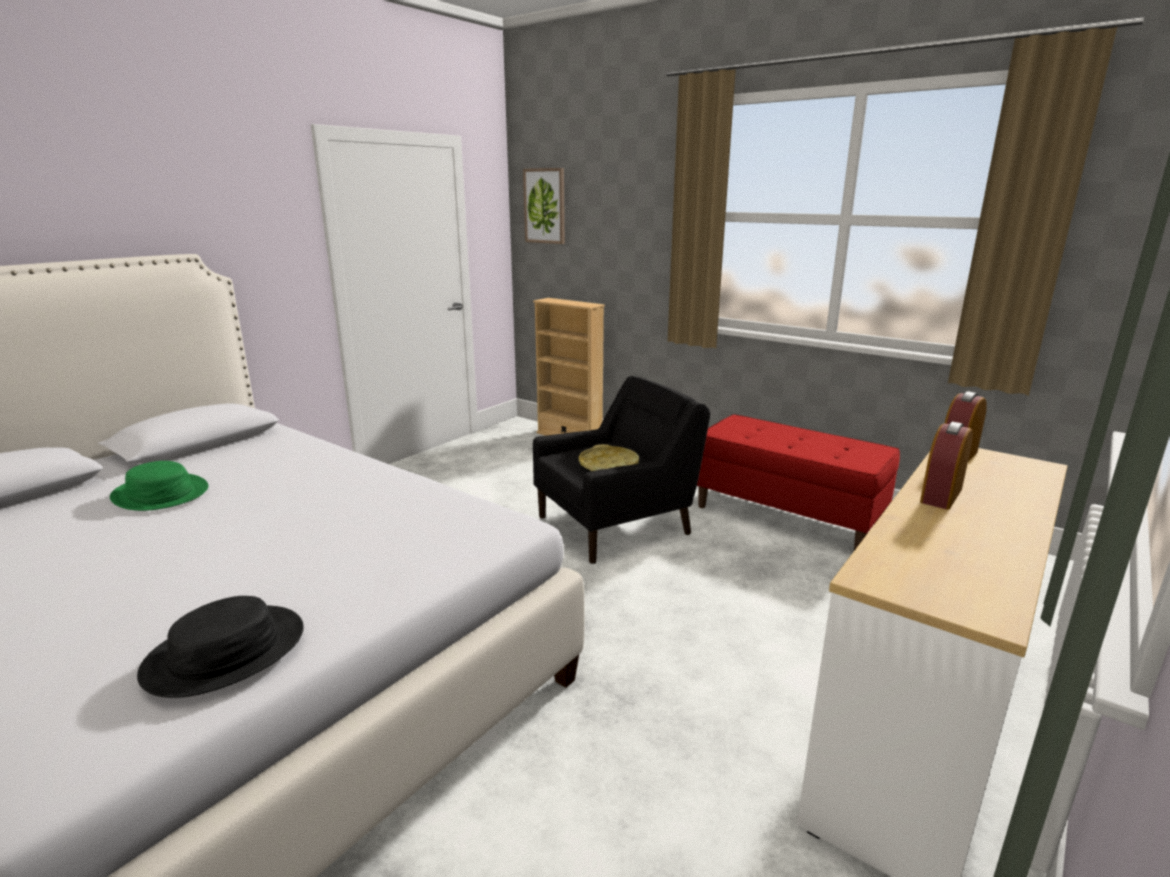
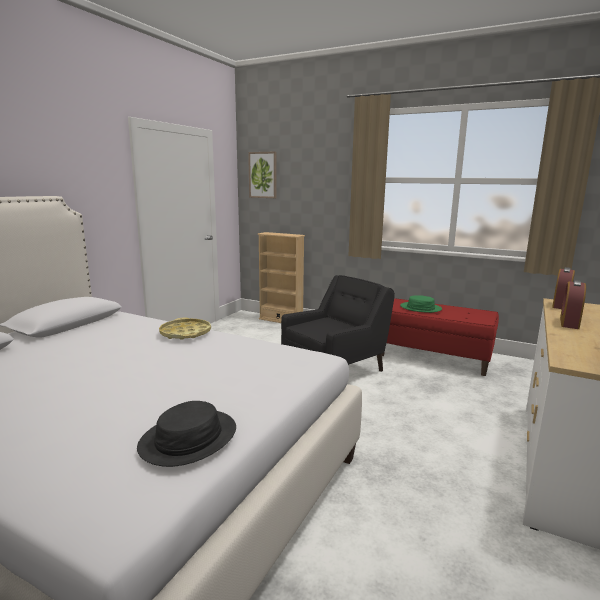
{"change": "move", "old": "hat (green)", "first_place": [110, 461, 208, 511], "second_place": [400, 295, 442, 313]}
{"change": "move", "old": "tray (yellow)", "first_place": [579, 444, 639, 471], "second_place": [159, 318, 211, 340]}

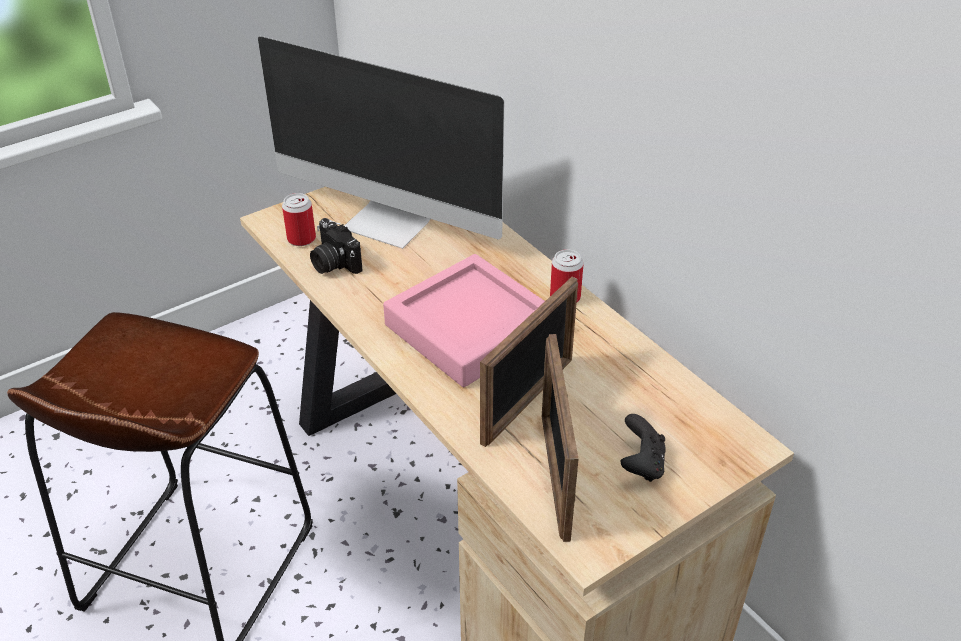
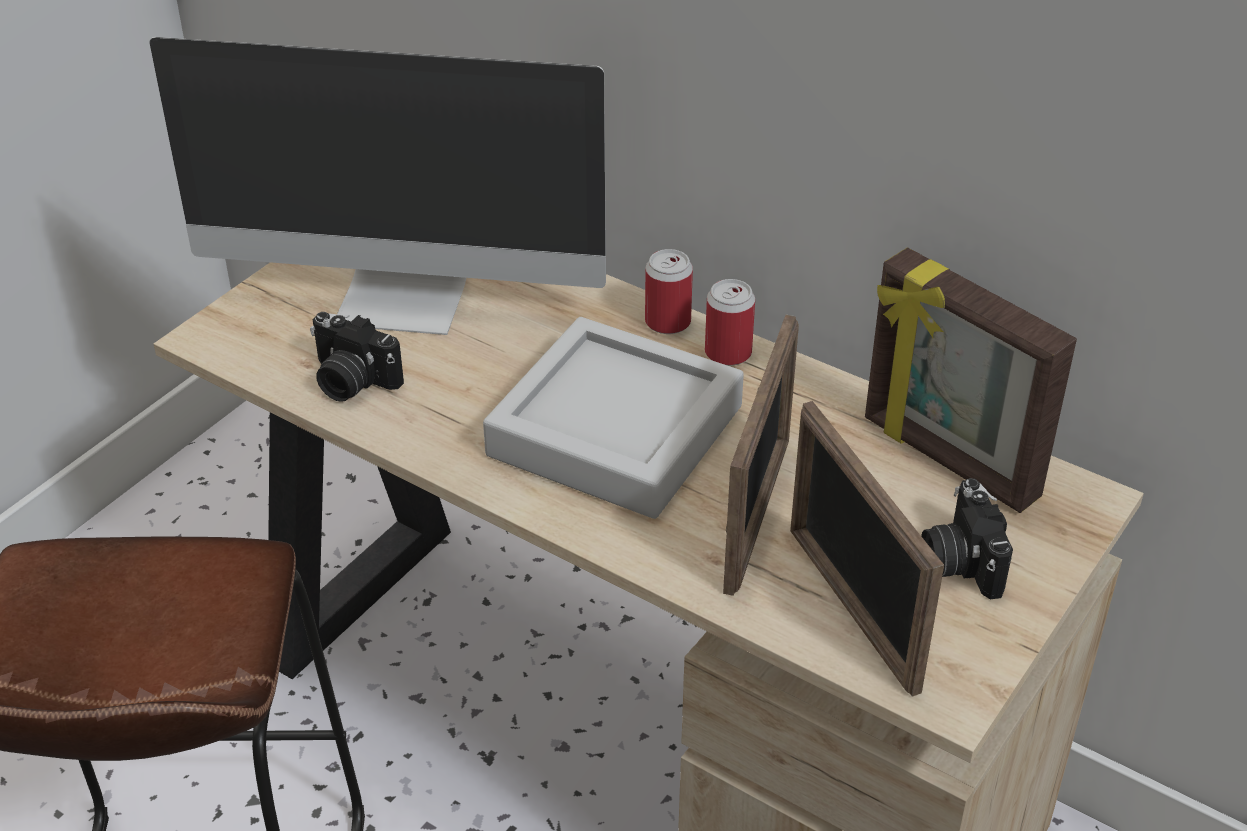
{"change": "insert", "new": "picture frame", "second_place": [865, 248, 1077, 513]}
{"change": "move", "old": "can", "first_place": [282, 193, 316, 246], "second_place": [645, 249, 693, 334]}
{"change": "replace", "old": "game controller (black)", "new": "photo camera", "first_place": [621, 414, 666, 482], "second_place": [921, 478, 1013, 599]}
{"change": "recolor", "old": "tray (pink)", "new": "tray (grey)", "first_place": [383, 254, 545, 387], "second_place": [483, 317, 744, 519]}

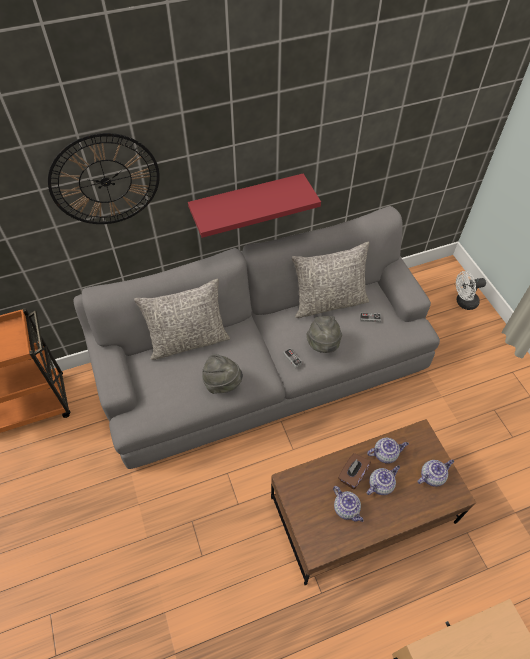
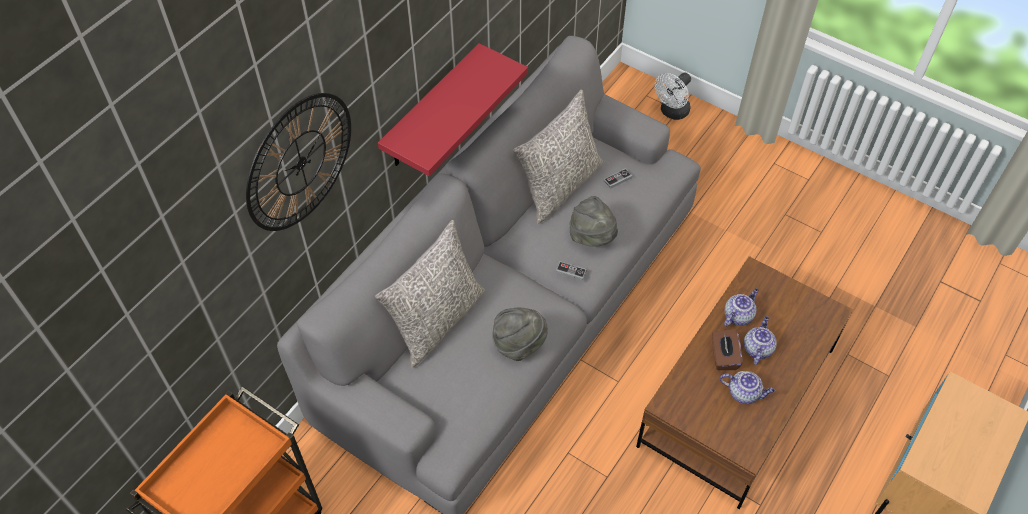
{"change": "delete", "old": "teapot", "first_place": [417, 459, 454, 487]}

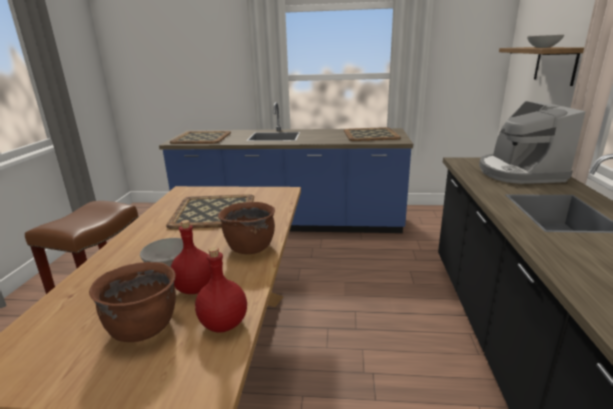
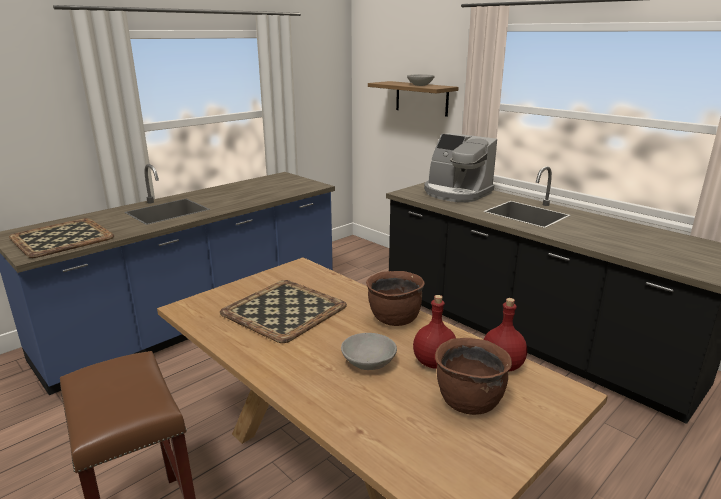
{"change": "delete", "old": "tray", "first_place": [344, 127, 401, 141]}

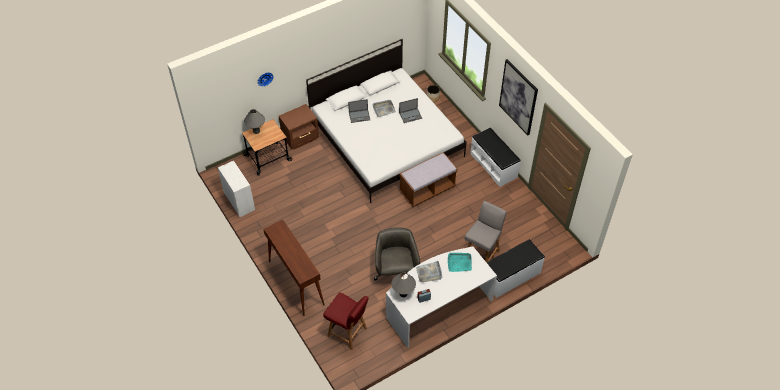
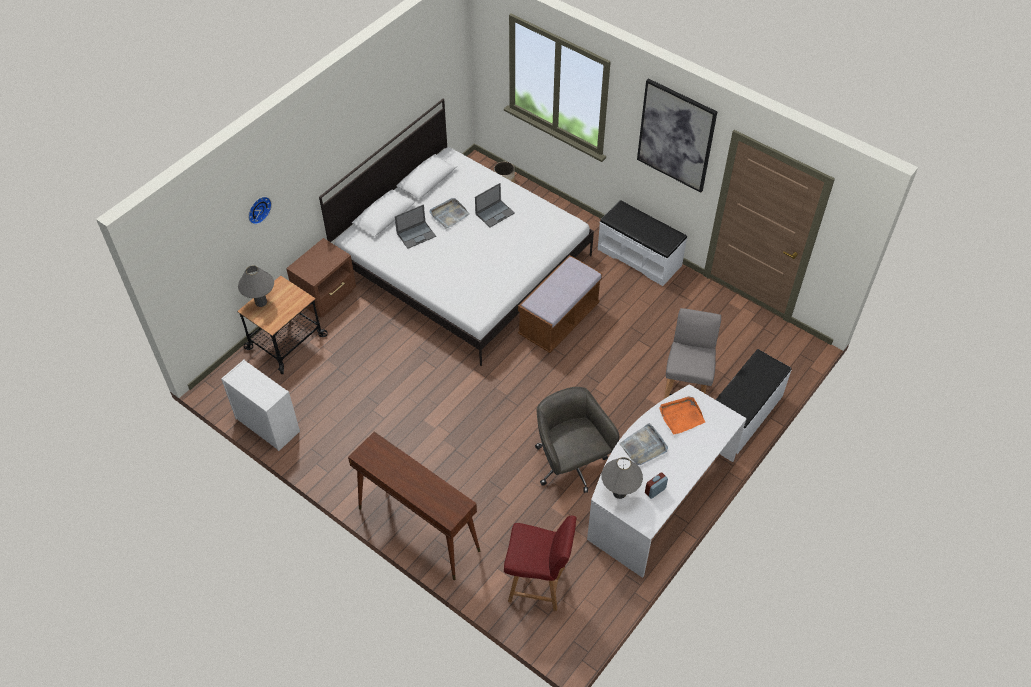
{"change": "recolor", "old": "tray (turquoise)", "new": "tray (orange)", "first_place": [448, 253, 472, 272], "second_place": [659, 396, 705, 435]}

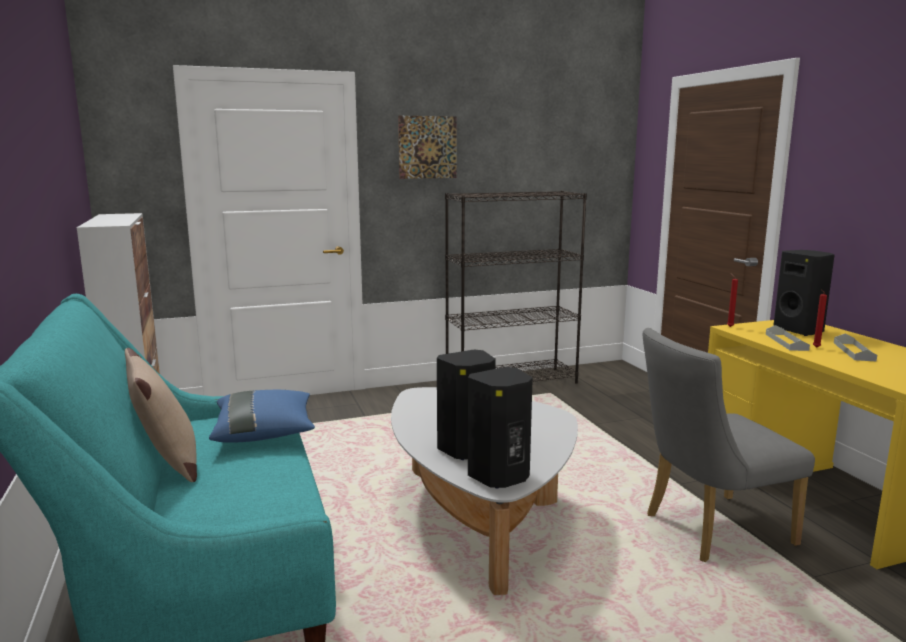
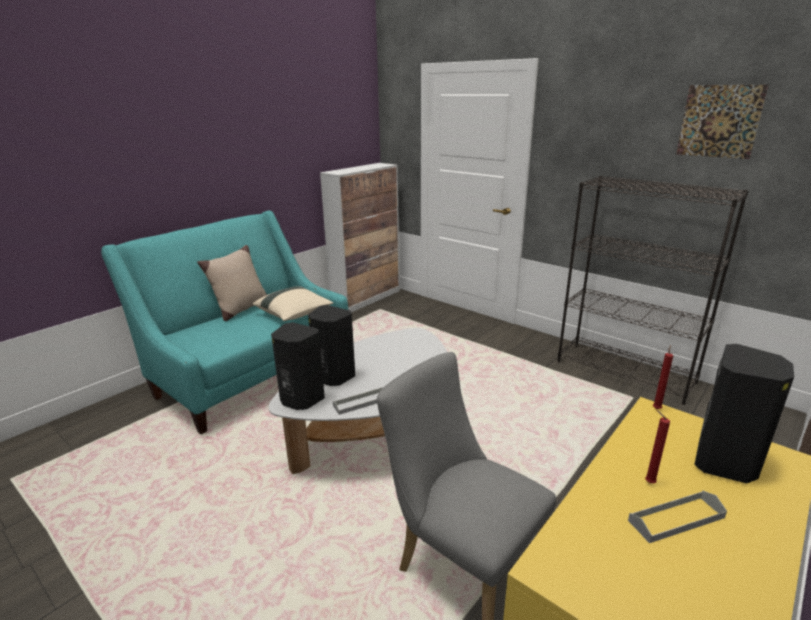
{"change": "move", "old": "picture", "first_place": [398, 116, 457, 179], "second_place": [676, 85, 768, 159]}
{"change": "move", "old": "tray (grey)", "first_place": [766, 325, 810, 351], "second_place": [333, 387, 383, 415]}
{"change": "recolor", "old": "pillow (blue)", "new": "pillow (beige)", "first_place": [209, 390, 315, 443], "second_place": [252, 286, 333, 321]}

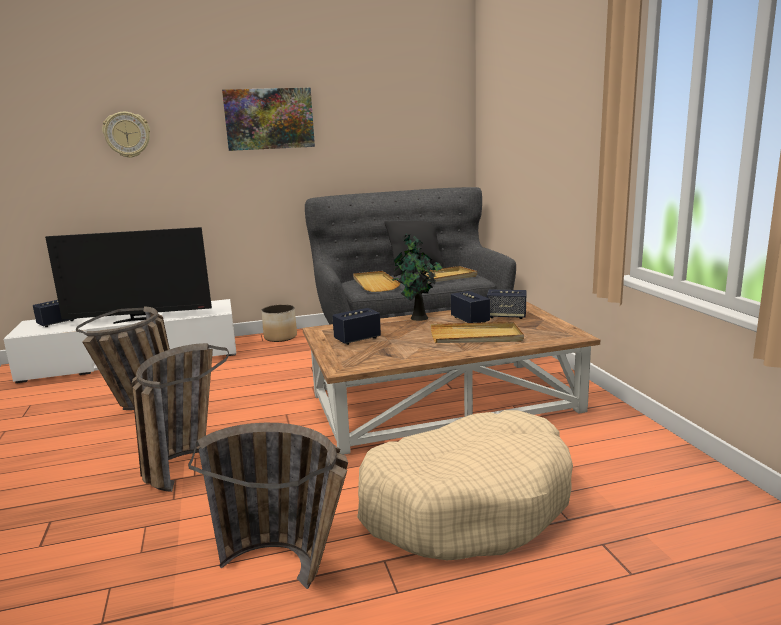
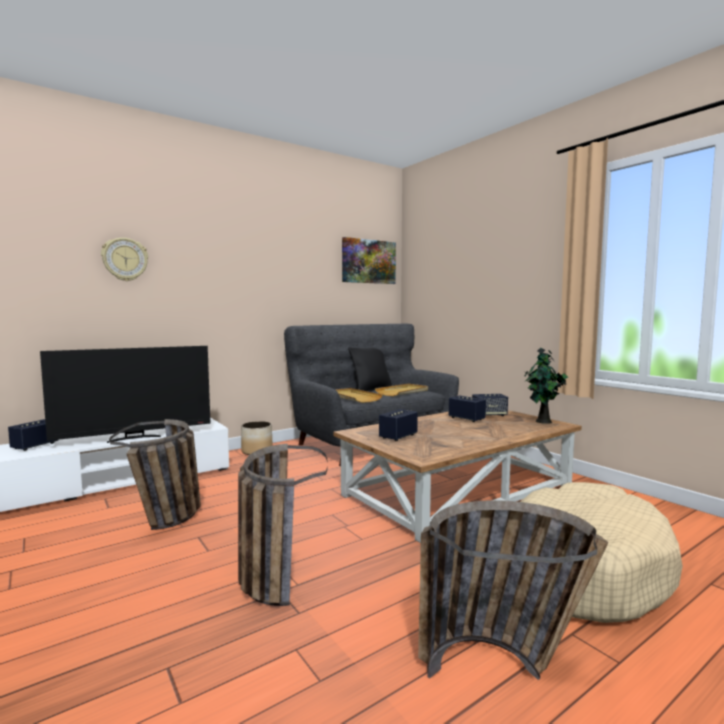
{"change": "delete", "old": "tray (beige)", "first_place": [430, 322, 524, 343]}
{"change": "move", "old": "picture", "first_place": [222, 88, 315, 151], "second_place": [342, 237, 396, 284]}
{"change": "move", "old": "potted plant", "first_place": [392, 233, 442, 321], "second_place": [524, 348, 568, 424]}

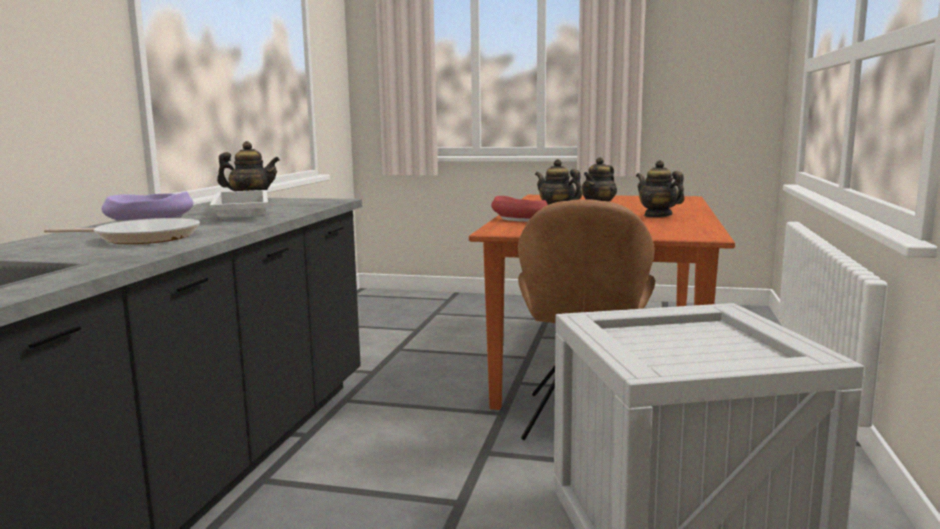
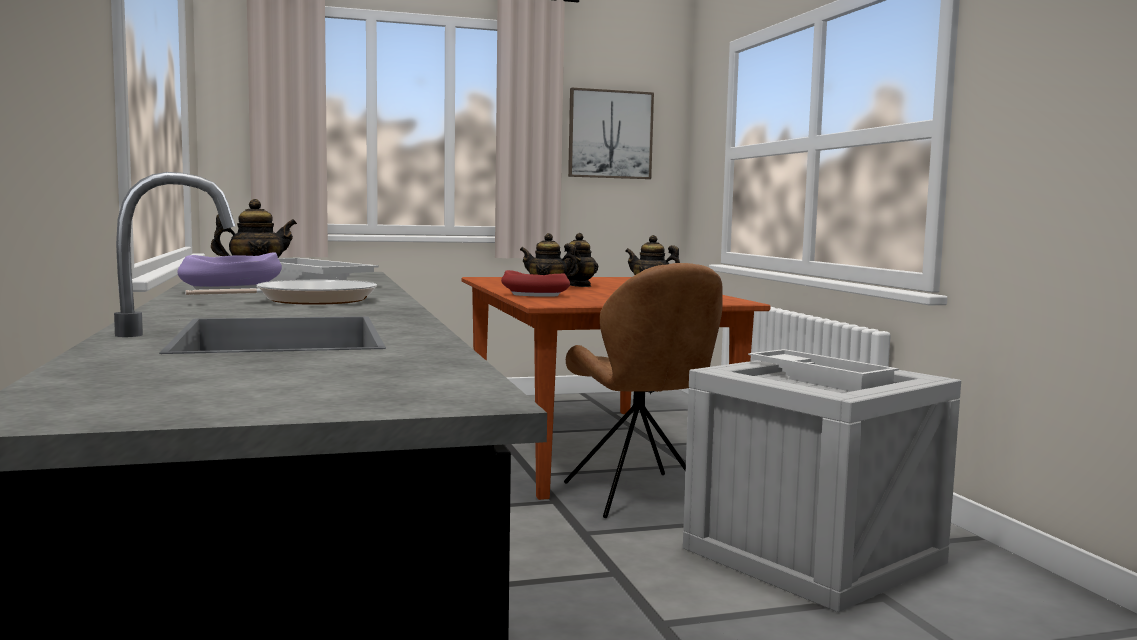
{"change": "insert", "new": "picture", "second_place": [568, 88, 654, 179]}
{"change": "insert", "new": "tray (white)", "second_place": [748, 349, 899, 392]}

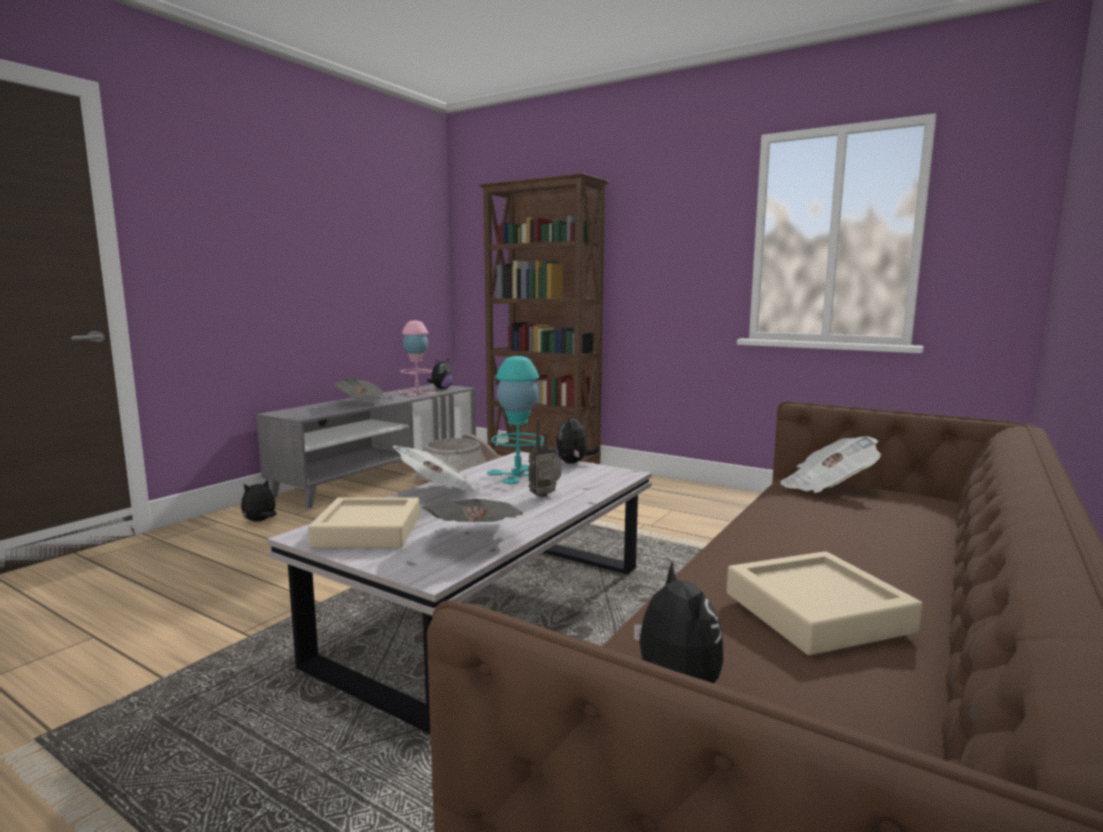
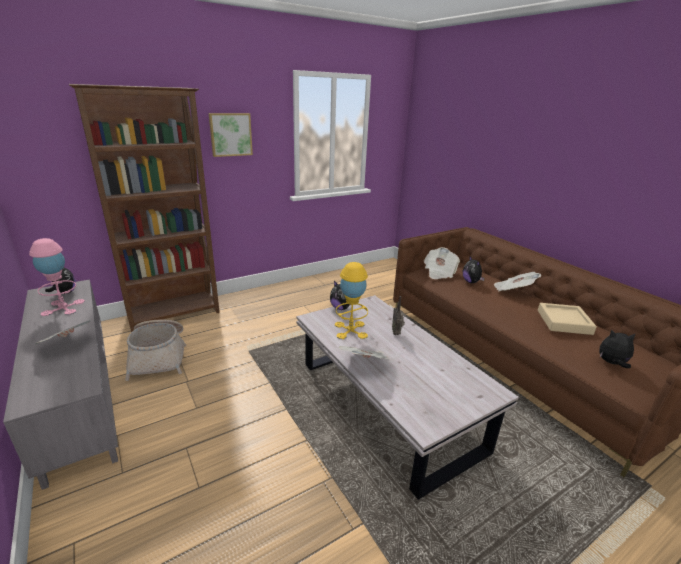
{"change": "delete", "old": "tray (beige)", "first_place": [308, 497, 420, 548]}
{"change": "insert", "new": "picture", "second_place": [209, 113, 253, 157]}
{"change": "move", "old": "plush toy", "first_place": [241, 479, 277, 522], "second_place": [463, 257, 485, 283]}
{"change": "move", "old": "newspaper", "first_place": [420, 499, 523, 522], "second_place": [494, 272, 541, 291]}
{"change": "recolor", "old": "table lamp (turquoise)", "new": "table lamp (yellow)", "first_place": [487, 356, 544, 484], "second_place": [335, 262, 368, 339]}

